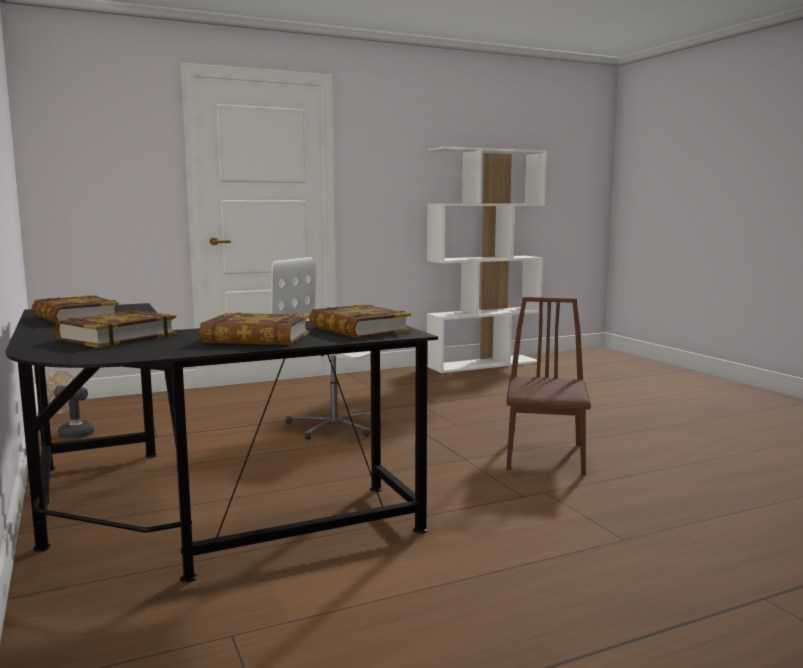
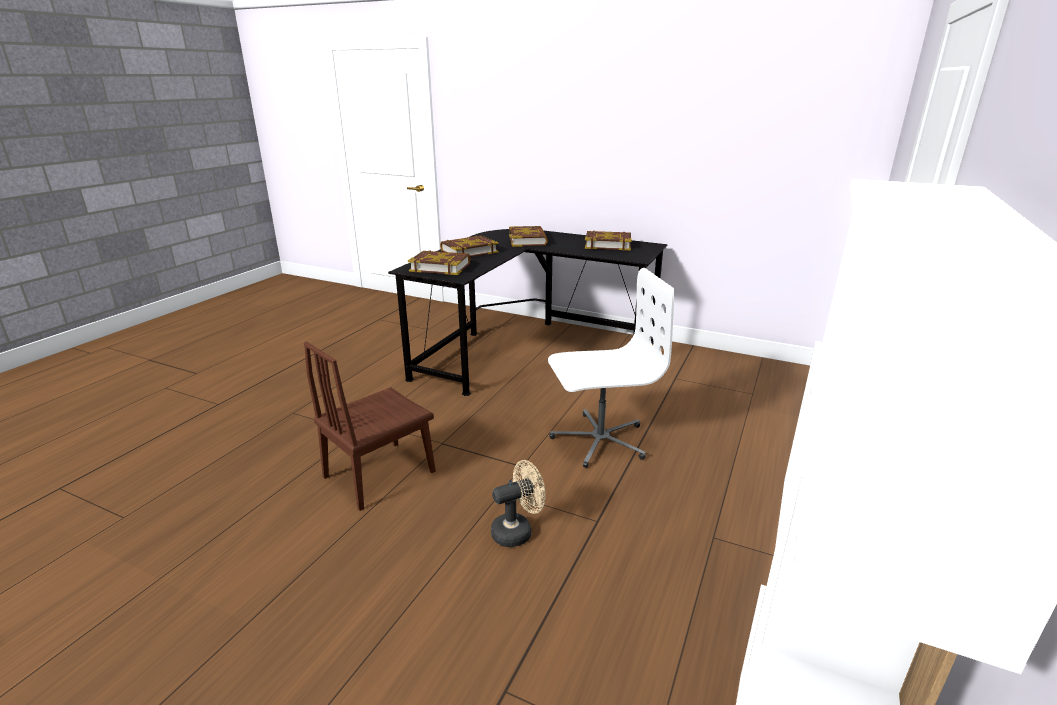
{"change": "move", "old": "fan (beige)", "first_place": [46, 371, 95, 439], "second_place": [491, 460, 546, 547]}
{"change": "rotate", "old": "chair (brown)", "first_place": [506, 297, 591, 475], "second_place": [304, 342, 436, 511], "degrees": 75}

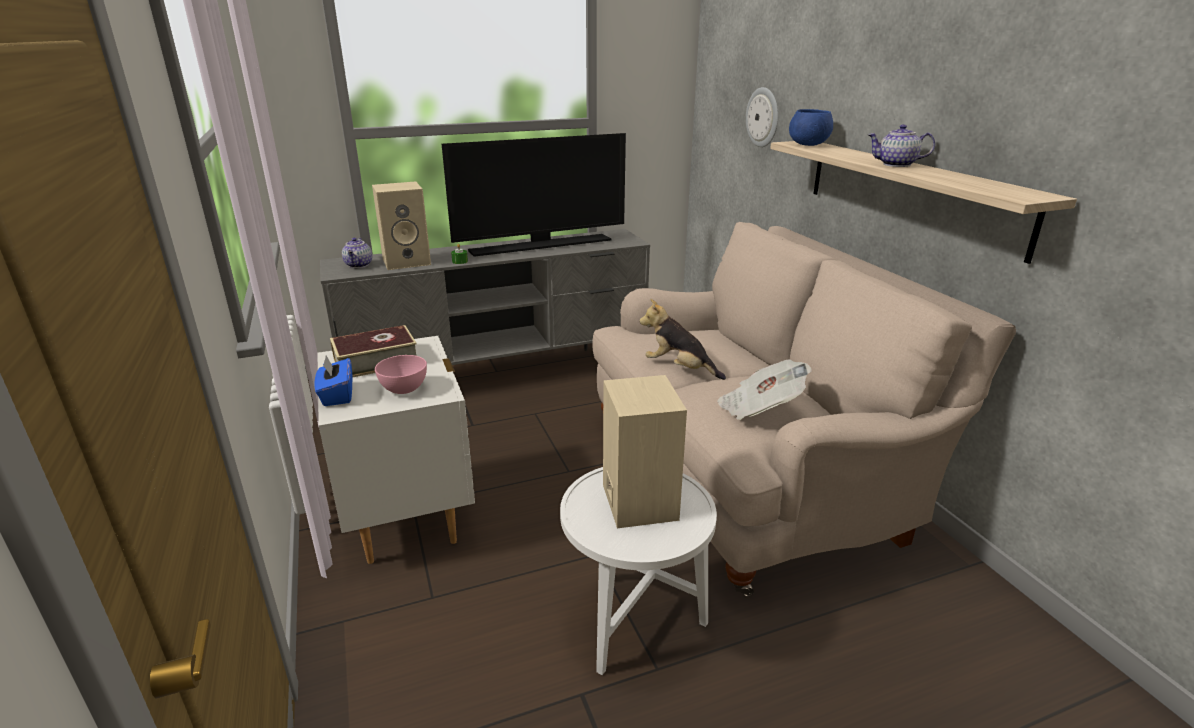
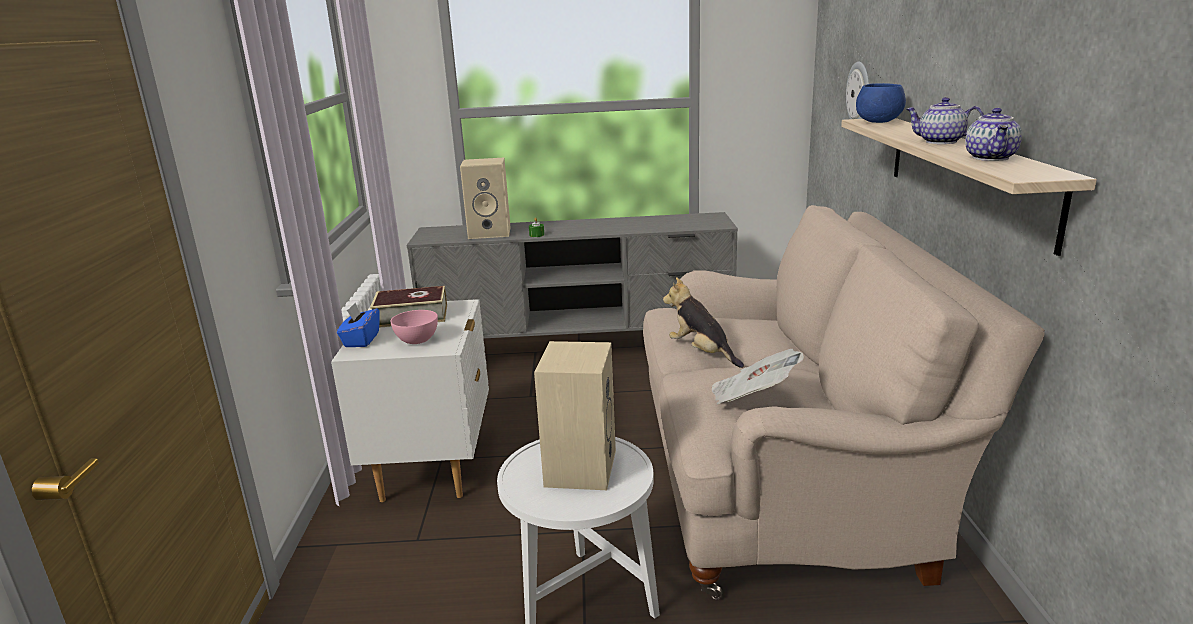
{"change": "delete", "old": "television", "first_place": [442, 133, 626, 257]}
{"change": "move", "old": "teapot", "first_place": [342, 238, 372, 268], "second_place": [965, 108, 1022, 161]}

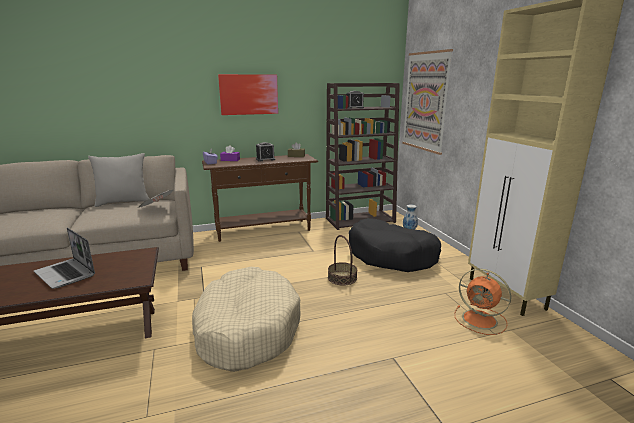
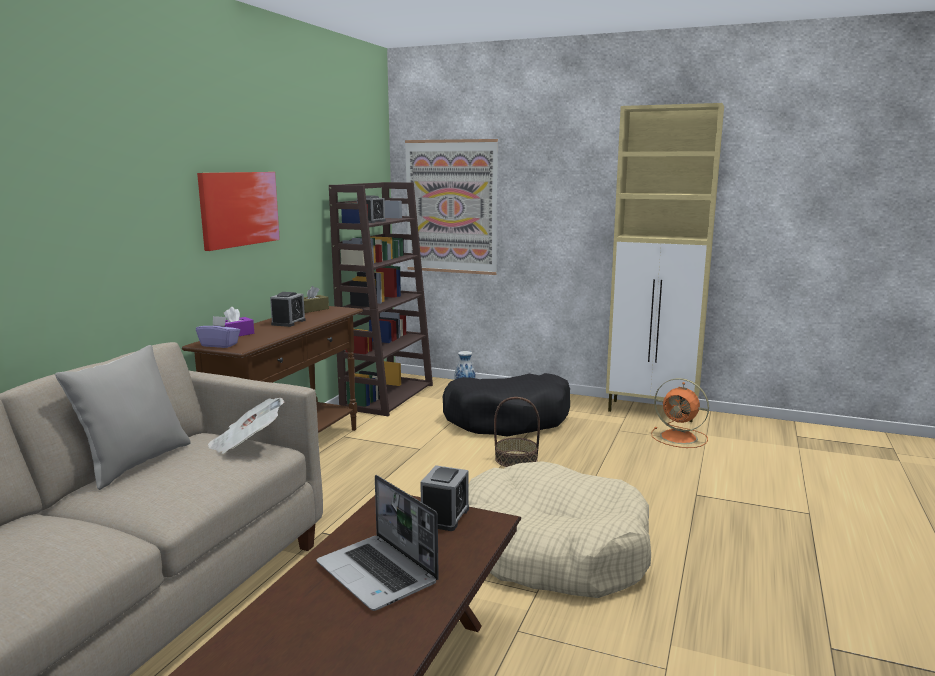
{"change": "insert", "new": "alarm clock", "second_place": [420, 465, 469, 531]}
{"change": "rotate", "old": "laptop", "first_place": [34, 227, 95, 289], "second_place": [317, 475, 439, 611], "degrees": 60}
{"change": "rotate", "old": "fan (orange)", "first_place": [455, 269, 511, 335], "second_place": [651, 378, 709, 448], "degrees": 45}

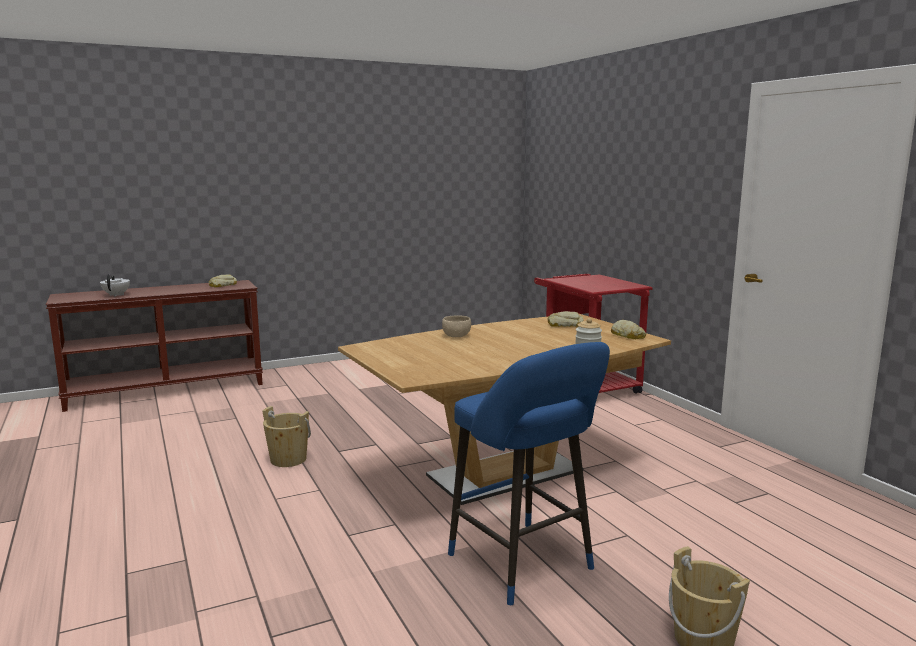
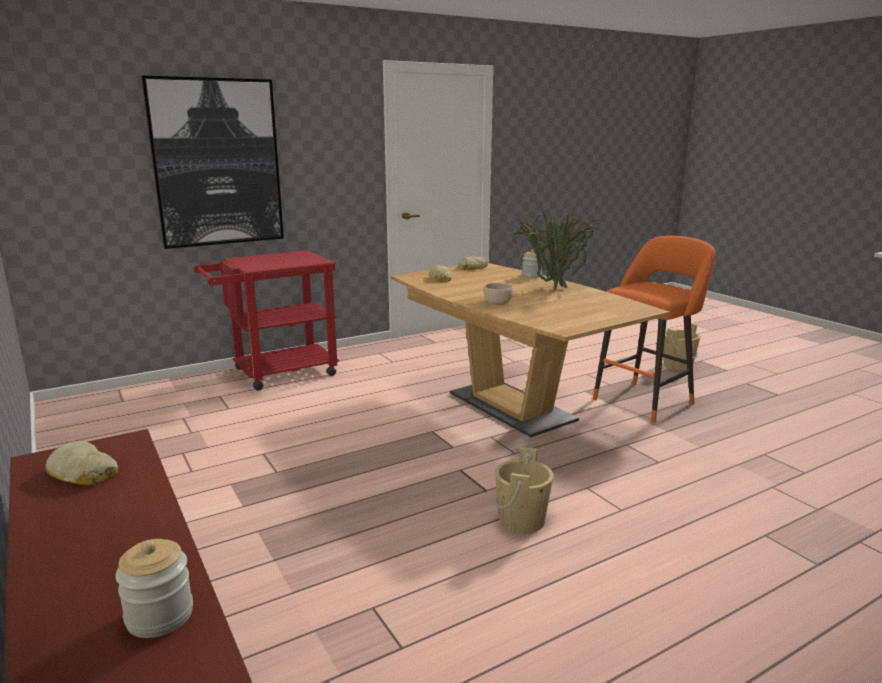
{"change": "insert", "new": "picture", "second_place": [141, 76, 284, 249]}
{"change": "insert", "new": "potted plant", "second_place": [512, 210, 602, 290]}
{"change": "replace", "old": "teapot (white)", "new": "jar", "first_place": [100, 274, 130, 297], "second_place": [115, 539, 193, 638]}
{"change": "recolor", "old": "stool (blue)", "new": "stool (orange)", "first_place": [448, 342, 610, 605], "second_place": [593, 236, 715, 423]}

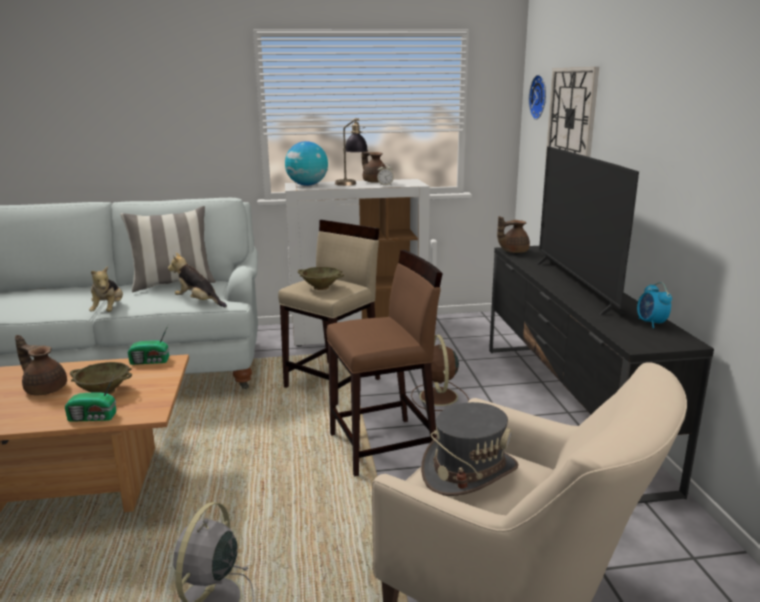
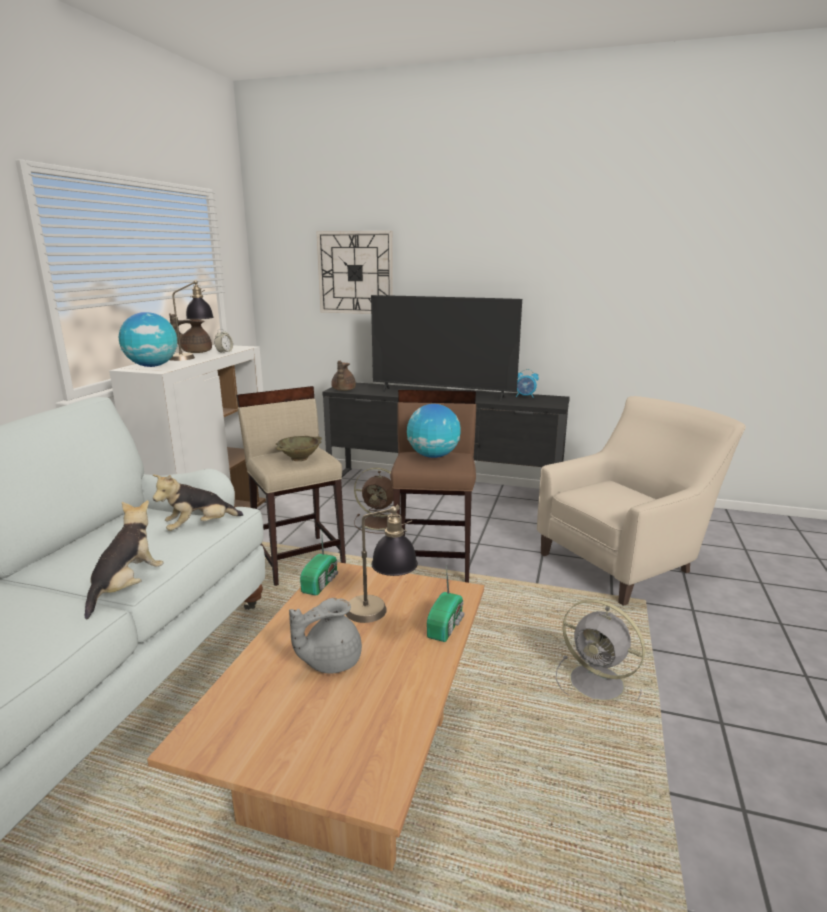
{"change": "delete", "old": "pillow", "first_place": [120, 206, 216, 293]}
{"change": "delete", "old": "hat (grey)", "first_place": [421, 402, 518, 496]}
{"change": "delete", "old": "wall clock", "first_place": [529, 75, 546, 120]}
{"change": "insert", "new": "globe", "second_place": [407, 404, 461, 458]}
{"change": "replace", "old": "bowl (beige)", "new": "table lamp", "first_place": [70, 362, 132, 394], "second_place": [346, 505, 418, 623]}
{"change": "recolor", "old": "teapot (brown)", "new": "teapot (grey)", "first_place": [15, 335, 67, 395], "second_place": [289, 598, 362, 674]}
{"change": "rotate", "old": "plush toy", "first_place": [89, 266, 123, 312], "second_place": [85, 500, 164, 620], "degrees": -90}

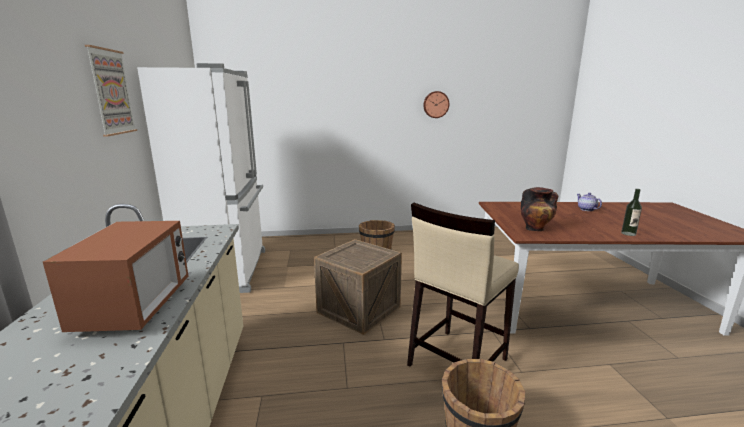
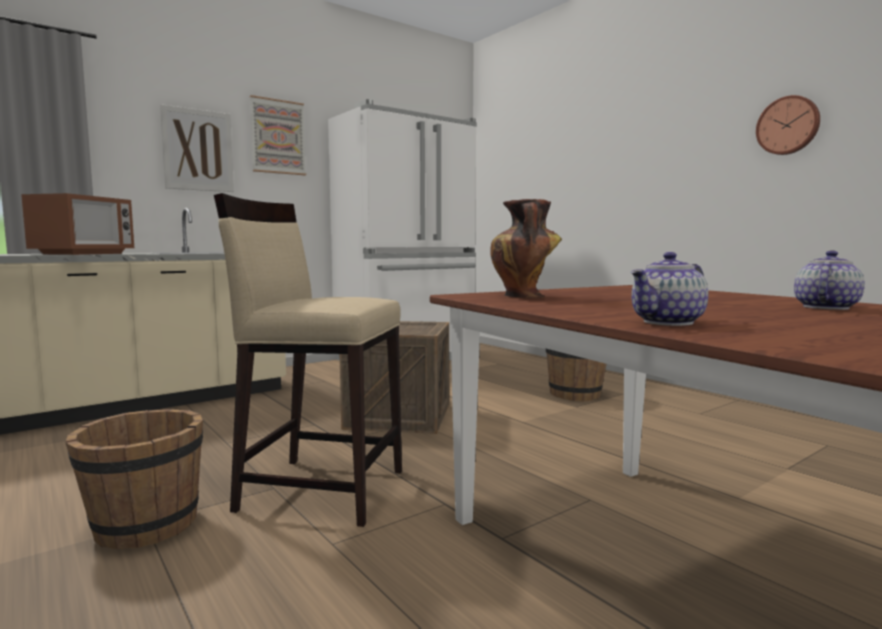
{"change": "insert", "new": "picture", "second_place": [160, 104, 234, 192]}
{"change": "replace", "old": "bottle", "new": "teapot", "first_place": [621, 189, 642, 236], "second_place": [631, 252, 708, 326]}
{"change": "rotate", "old": "microwave", "first_place": [43, 221, 188, 332], "second_place": [21, 193, 134, 255], "degrees": -45}

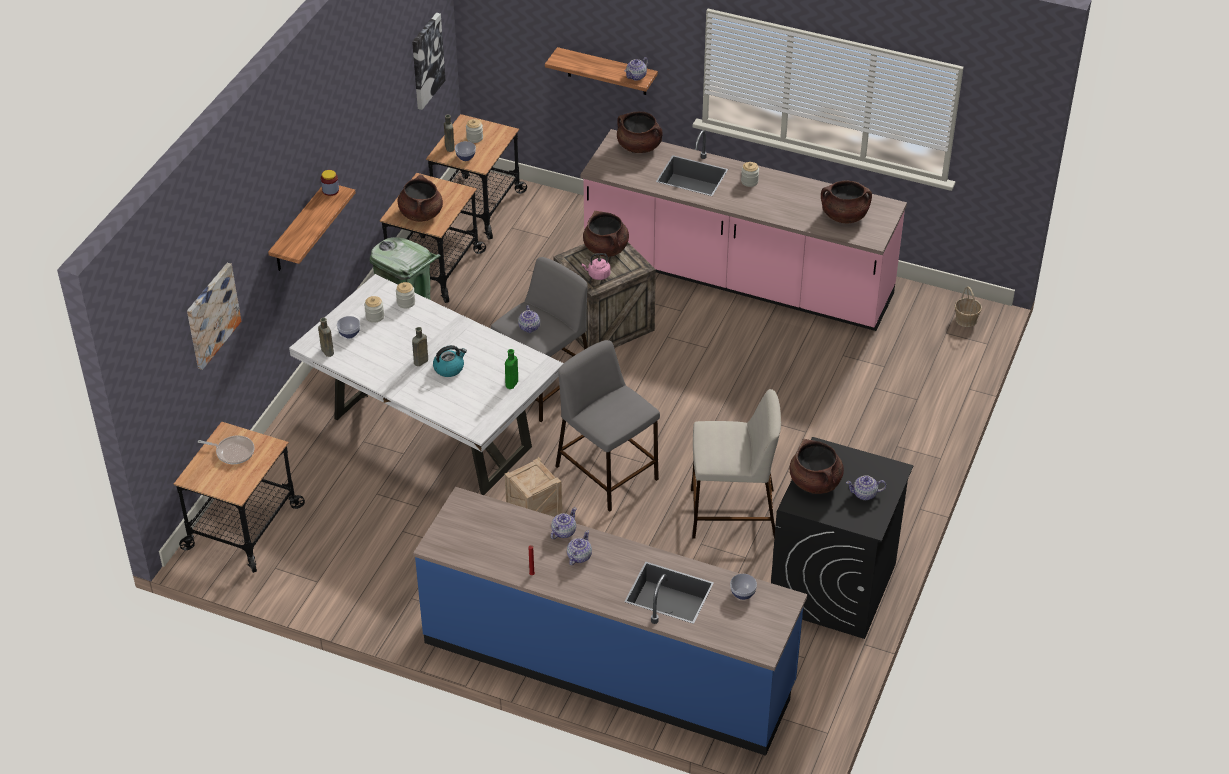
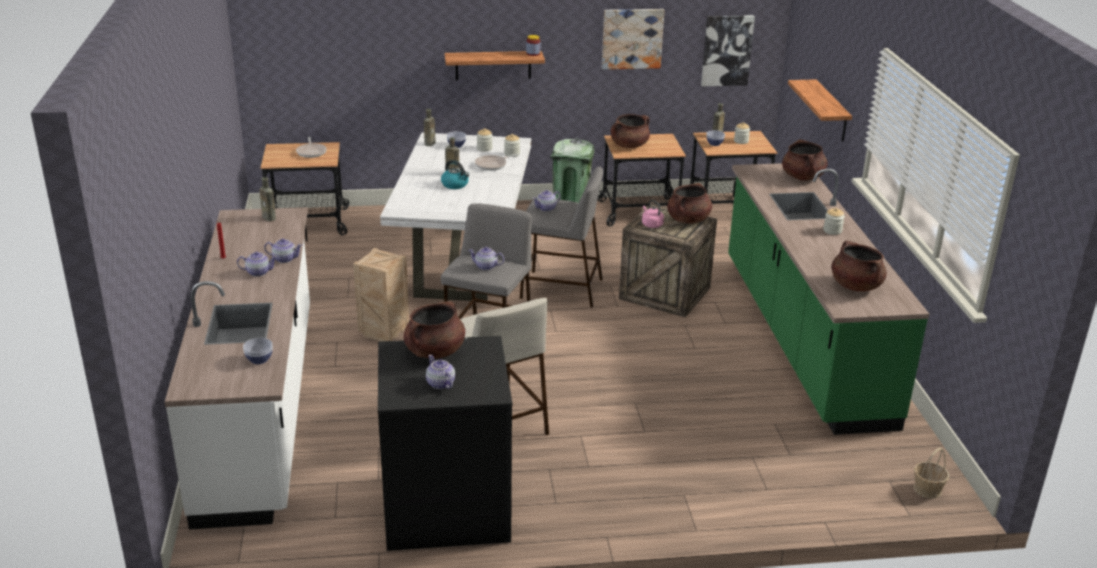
{"change": "delete", "old": "bottle (green)", "first_place": [505, 349, 518, 389]}
{"change": "insert", "new": "bottle (brown)", "second_place": [260, 177, 276, 221]}
{"change": "insert", "new": "frying pan", "second_place": [475, 154, 519, 171]}
{"change": "move", "old": "picture", "first_place": [187, 263, 241, 370], "second_place": [602, 9, 664, 70]}
{"change": "move", "old": "teapot", "first_place": [625, 57, 648, 81], "second_place": [468, 247, 504, 270]}
{"change": "recolor", "old": "counter (blue)", "new": "counter (white)", "first_place": [413, 487, 807, 756], "second_place": [165, 207, 310, 530]}
{"change": "recolor", "old": "counter (pink)", "new": "counter (green)", "first_place": [580, 129, 907, 331], "second_place": [728, 163, 929, 435]}

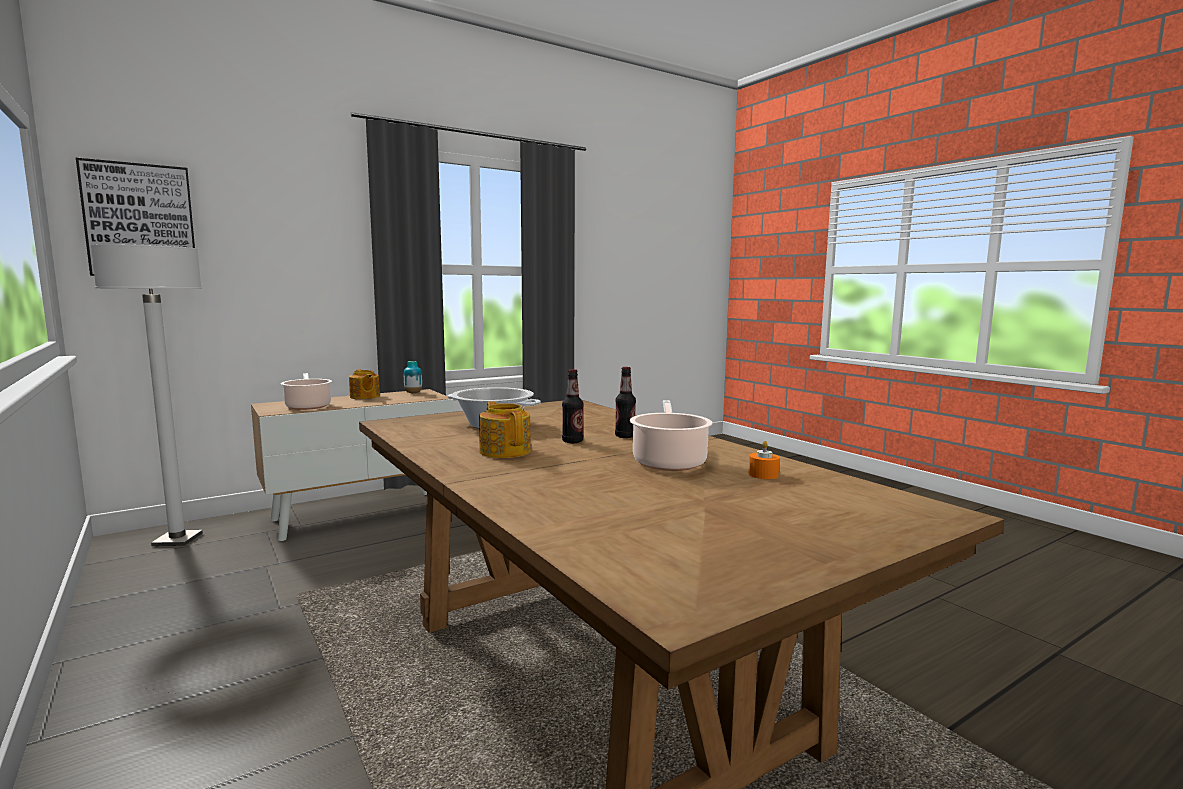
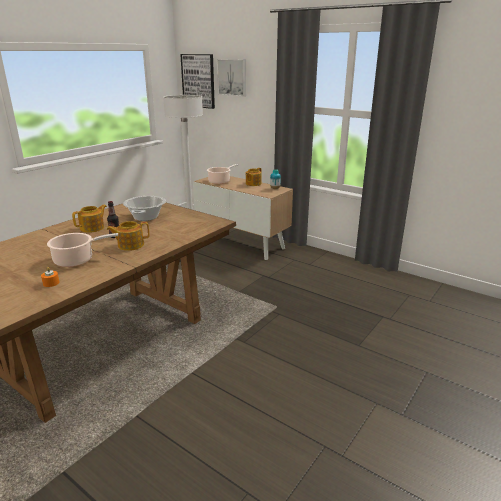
{"change": "insert", "new": "picture", "second_place": [217, 59, 246, 96]}
{"change": "replace", "old": "bottle", "new": "teapot", "first_place": [615, 367, 636, 438], "second_place": [106, 221, 149, 251]}

